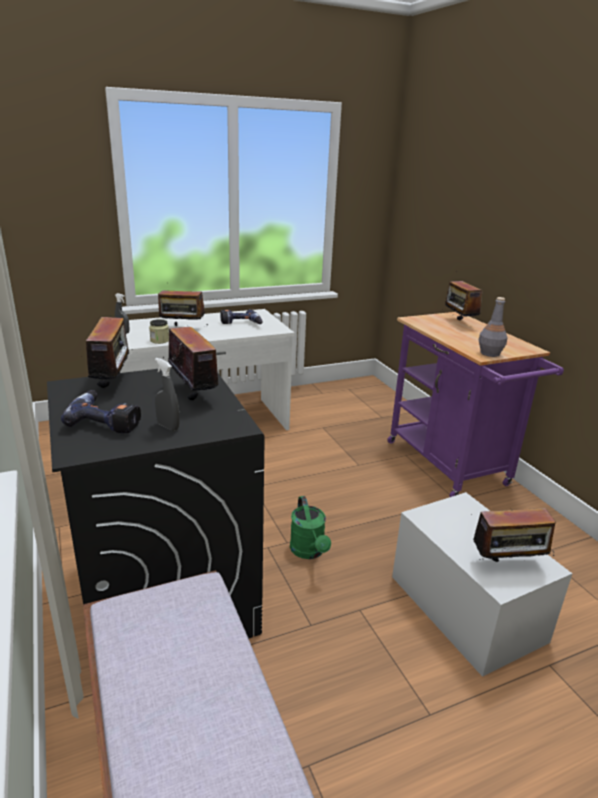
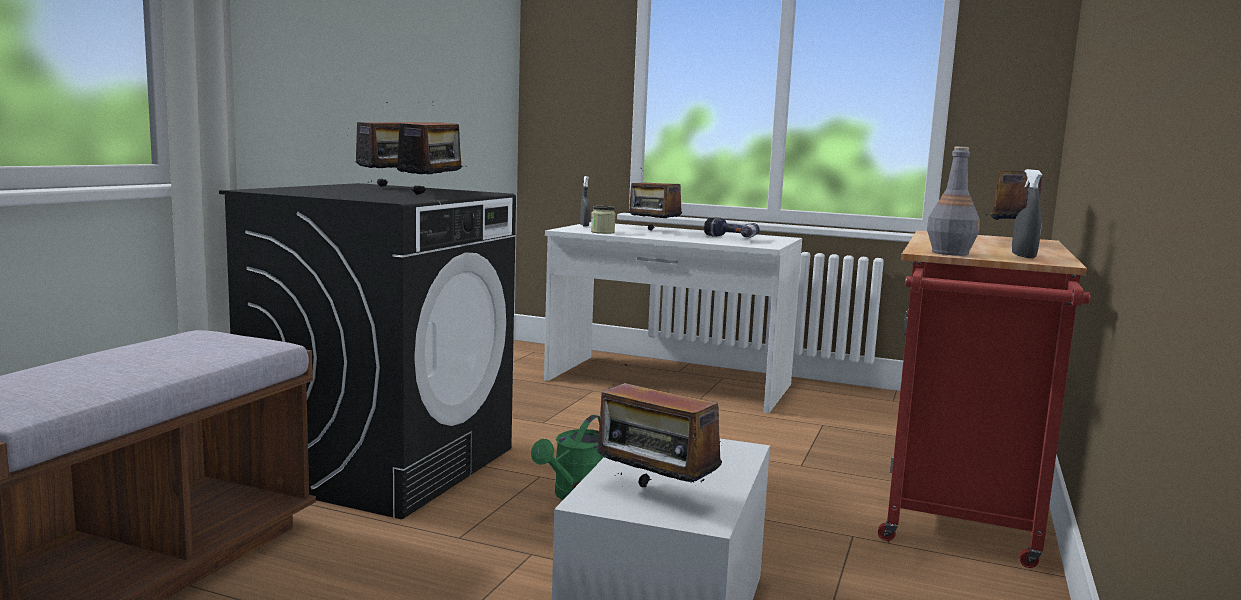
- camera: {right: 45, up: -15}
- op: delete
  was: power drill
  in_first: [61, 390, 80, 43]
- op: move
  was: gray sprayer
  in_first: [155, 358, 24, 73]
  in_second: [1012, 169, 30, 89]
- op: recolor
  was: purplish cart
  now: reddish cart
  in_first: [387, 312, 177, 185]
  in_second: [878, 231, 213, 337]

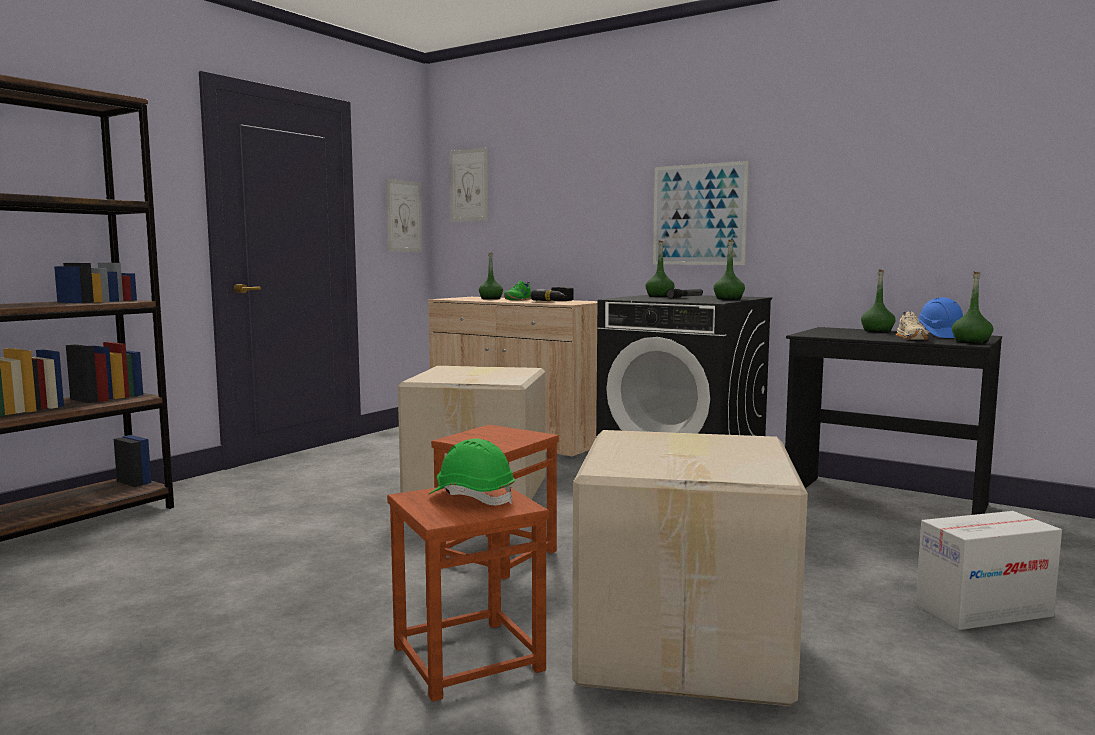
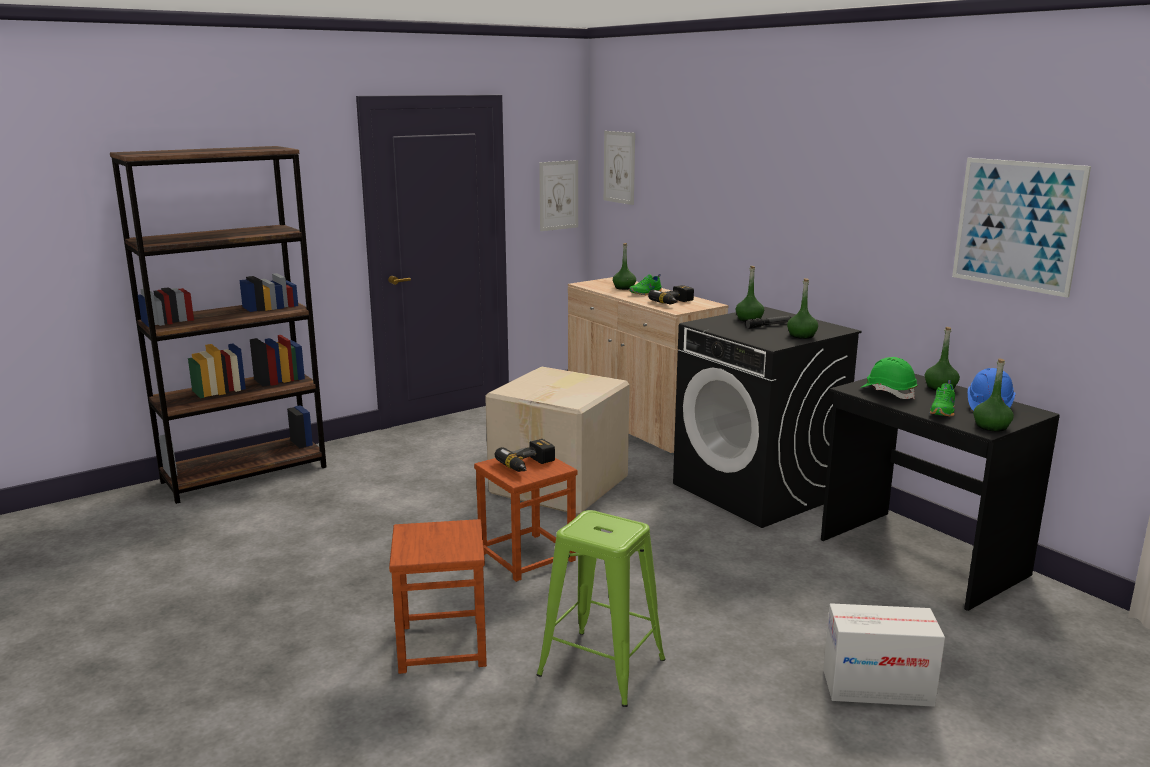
- camera: {right: 20, up: 10}
- op: move
  was: greenish hard hat
  in_first: [429, 438, 86, 67]
  in_second: [860, 357, 57, 42]
- op: replace
  was: packing box
  now: greenish stool
  in_first: [572, 430, 236, 276]
  in_second: [537, 510, 129, 197]
- op: move
  was: wall art
  in_first: [653, 161, 96, 104]
  in_second: [952, 158, 139, 140]
- op: recolor
  was: beige-coloured low shoe
  now: greenish low shoe
  in_first: [896, 311, 33, 29]
  in_second: [929, 380, 26, 37]
- op: insert
  now: power drill
  in_second: [495, 439, 60, 33]

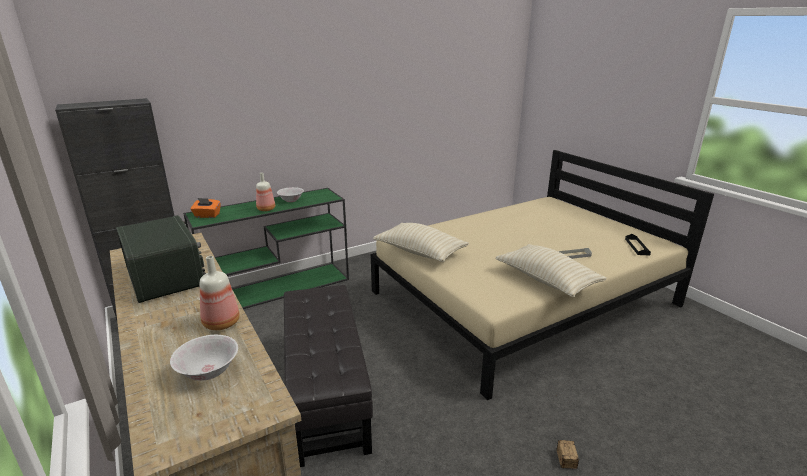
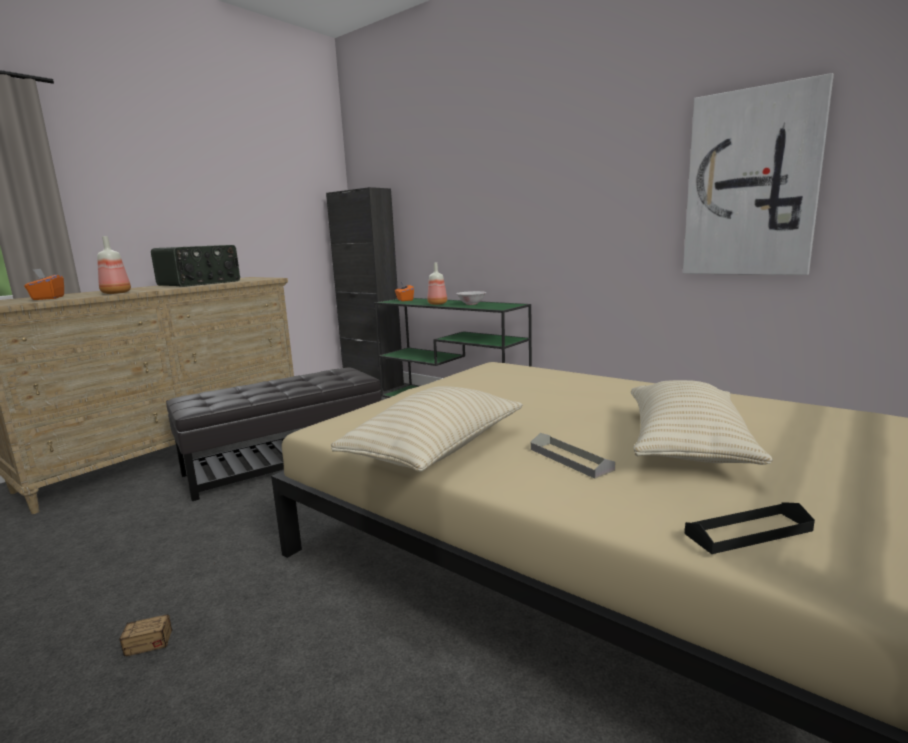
- camera: {right: 70, up: -10}
- op: replace
  was: whitish serving bowl
  now: orangey tissue holder
  in_first: [170, 335, 68, 46]
  in_second: [24, 269, 40, 31]
- op: move
  was: beige-coloured cushion
  in_first: [373, 223, 96, 39]
  in_second: [631, 380, 142, 85]
- op: insert
  now: wall art
  in_second: [683, 73, 151, 202]

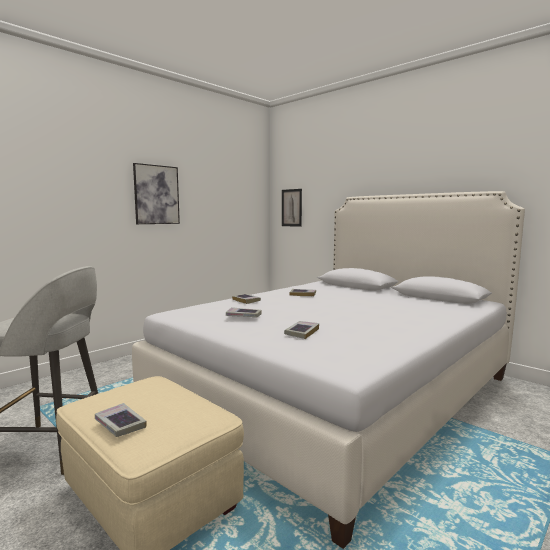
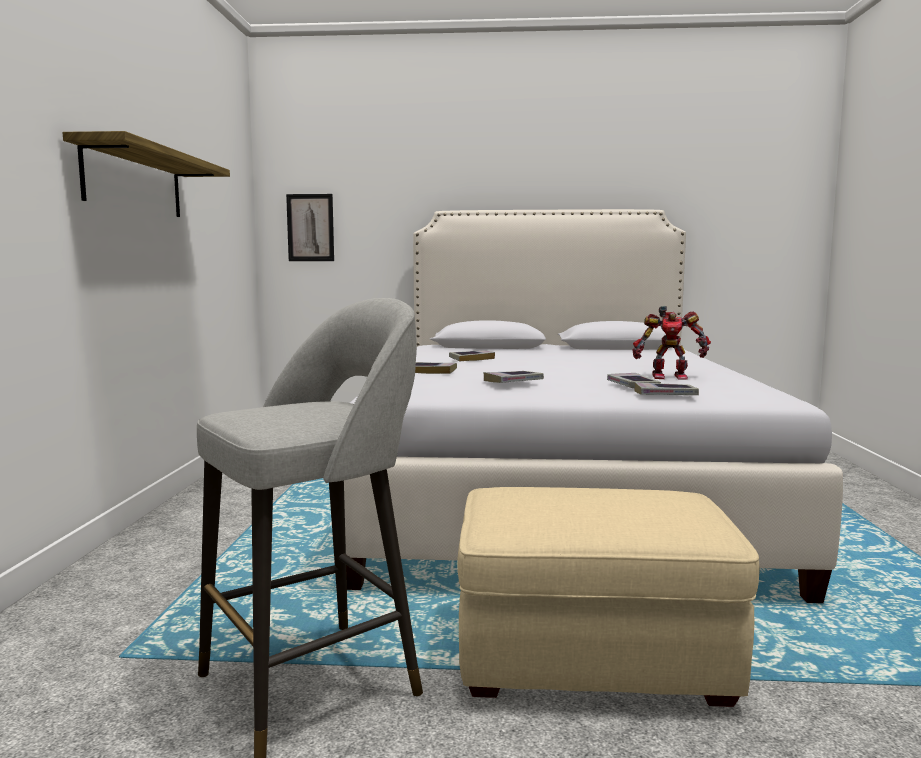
- camera: {right: -40, up: 0}
- op: move
  was: volume
  in_first: [95, 403, 52, 34]
  in_second: [635, 382, 64, 13]
- op: replace
  was: wall art
  now: shelf
  in_first: [133, 163, 47, 61]
  in_second: [63, 131, 167, 86]
- op: insert
  now: robot figure
  in_second: [633, 306, 78, 74]

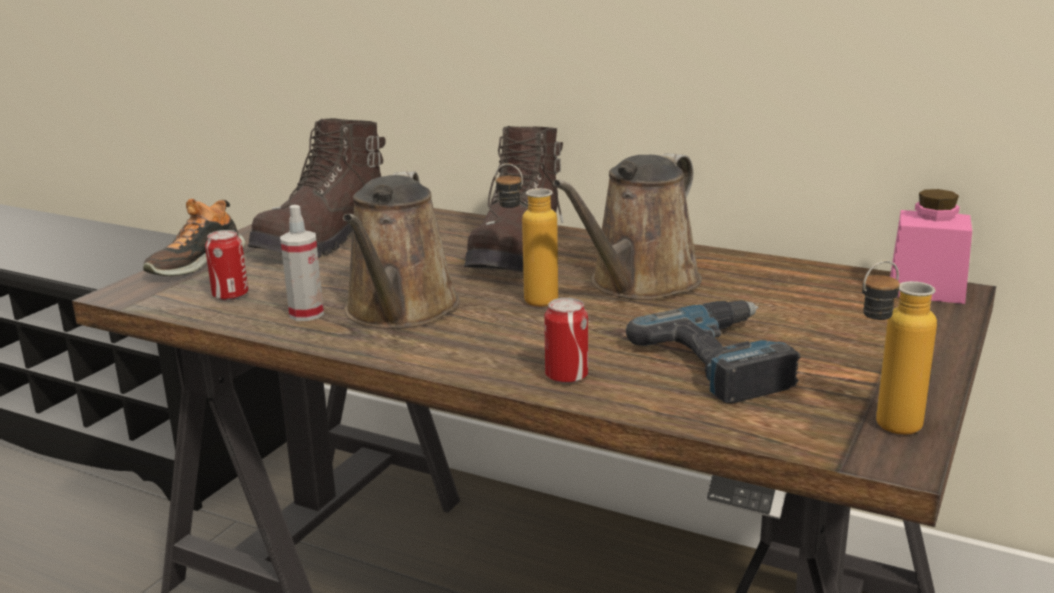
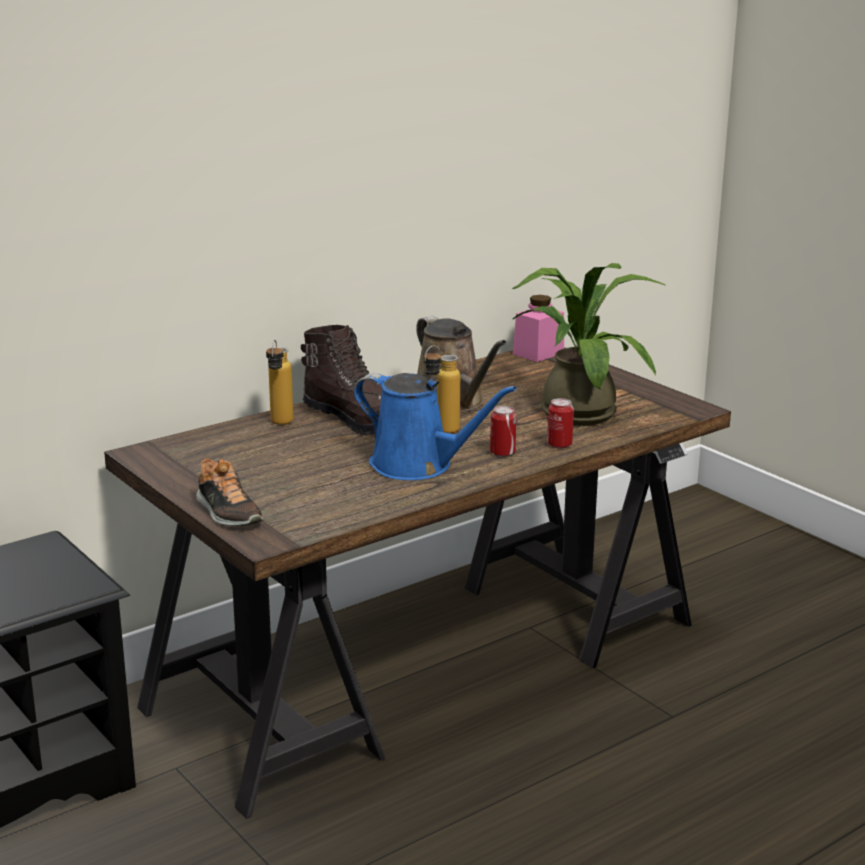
- camera: {right: -65, up: 0}
- op: move
  was: metal can
  in_first: [205, 230, 43, 71]
  in_second: [490, 406, 27, 51]
- op: delete
  was: brownish boot
  in_first: [248, 118, 137, 139]
- op: delete
  was: sprayer
  in_first: [280, 205, 44, 116]
- op: recolor
  was: brownish watering can
  now: blue watering can
  in_first: [343, 171, 117, 158]
  in_second: [354, 373, 163, 107]
- op: replace
  was: power drill
  now: houseplant
  in_first: [626, 300, 175, 103]
  in_second: [512, 263, 155, 163]
- op: move
  was: beverage bottle
  in_first: [862, 260, 75, 175]
  in_second: [266, 340, 27, 85]

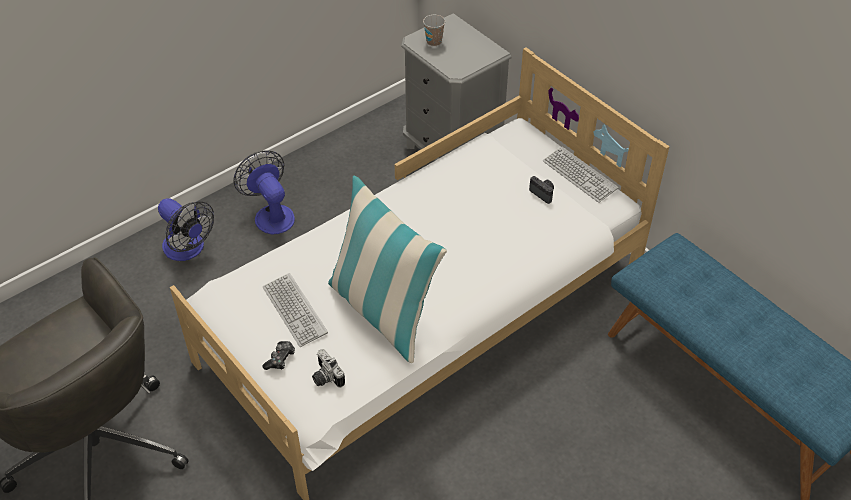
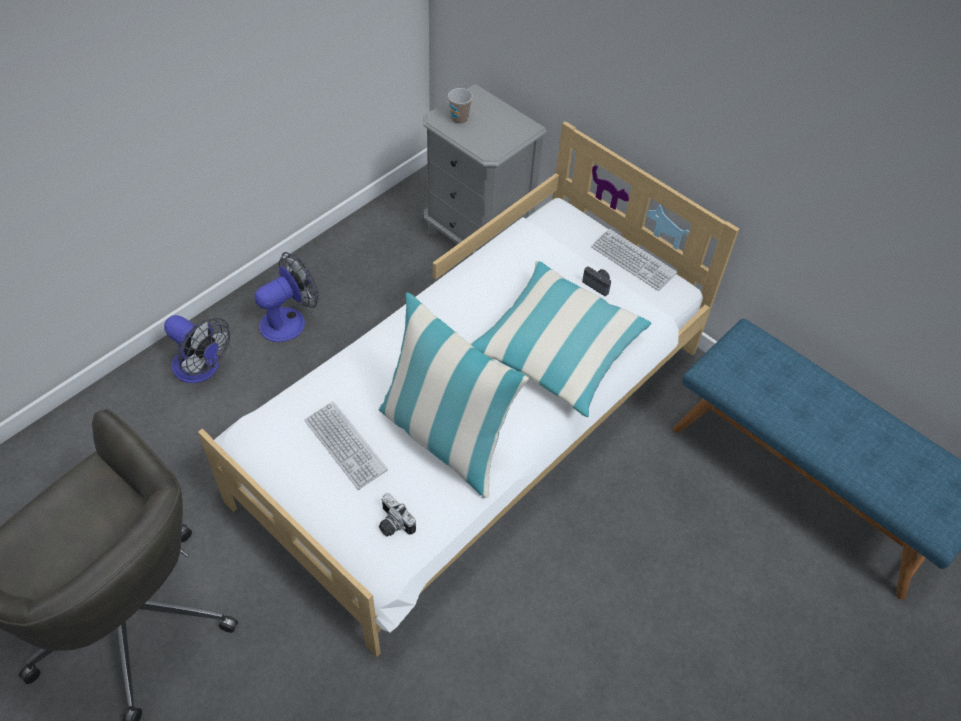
- camera: {right: -10, up: 5}
- op: rotate
  was: electric fan
  in_first: [233, 150, 62, 85]
  in_second: [254, 252, 65, 90]
  clockwise: 90
- op: delete
  was: game controller
  in_first: [262, 341, 33, 29]
- op: insert
  now: cushion
  in_second: [471, 261, 180, 156]

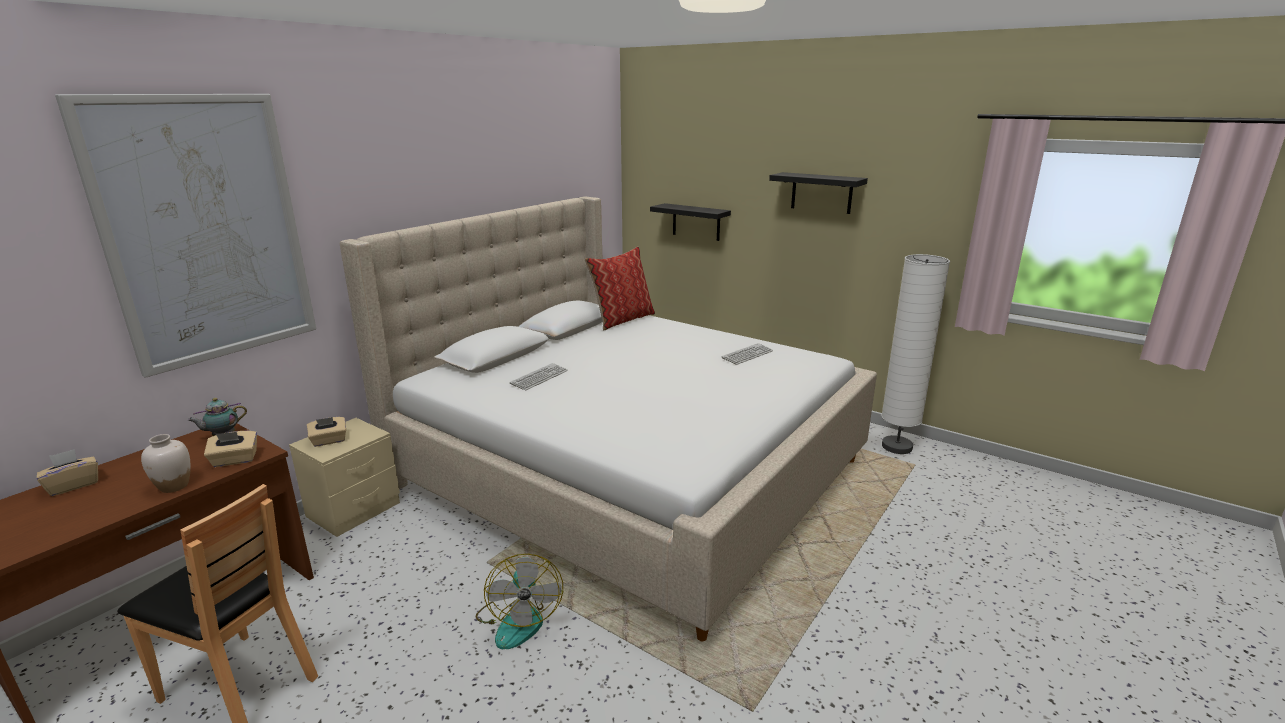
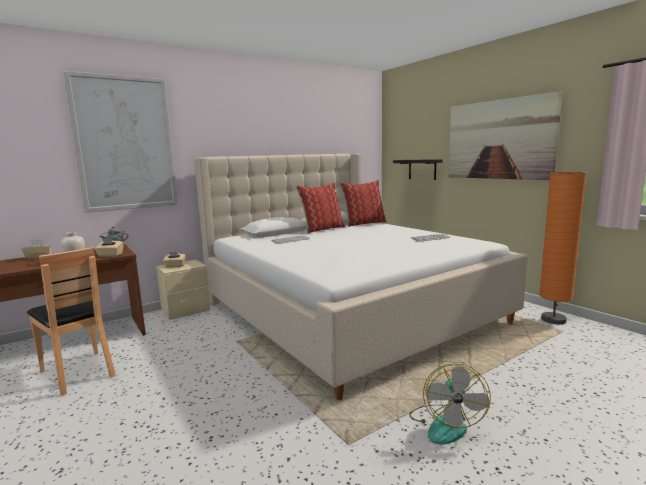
- camera: {right: 20, up: -10}
- op: move
  was: electric fan
  in_first: [476, 554, 87, 95]
  in_second: [409, 363, 82, 82]
- op: replace
  was: black-coloured shelf
  now: wall art
  in_first: [769, 172, 99, 42]
  in_second: [448, 91, 114, 89]
- op: recolor
  was: whitish standing lamp
  now: orangey standing lamp
  in_first: [882, 254, 68, 200]
  in_second: [539, 172, 47, 152]
- op: insert
  now: cushion
  in_second: [296, 183, 49, 50]

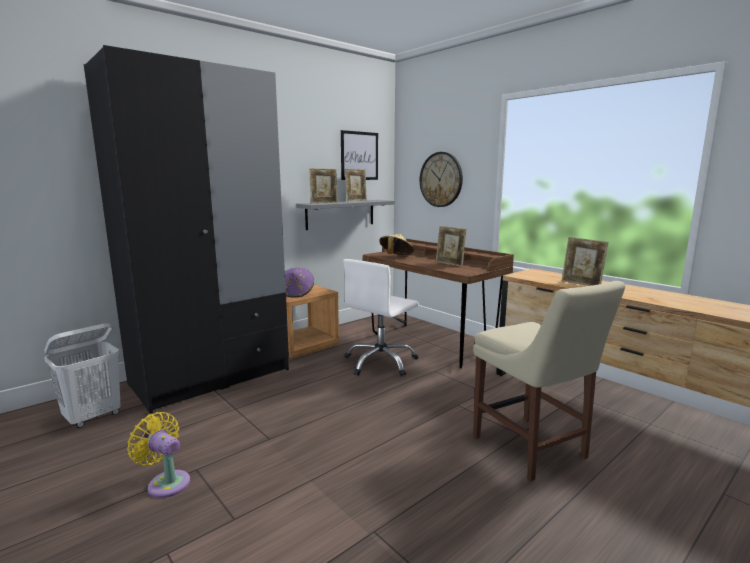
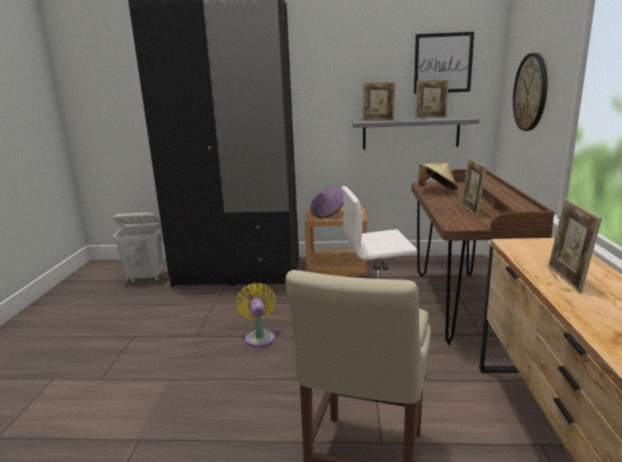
- camera: {right: 45, up: 5}
- op: move
  was: yellow electric fan
  in_first: [127, 412, 63, 86]
  in_second: [236, 283, 40, 64]

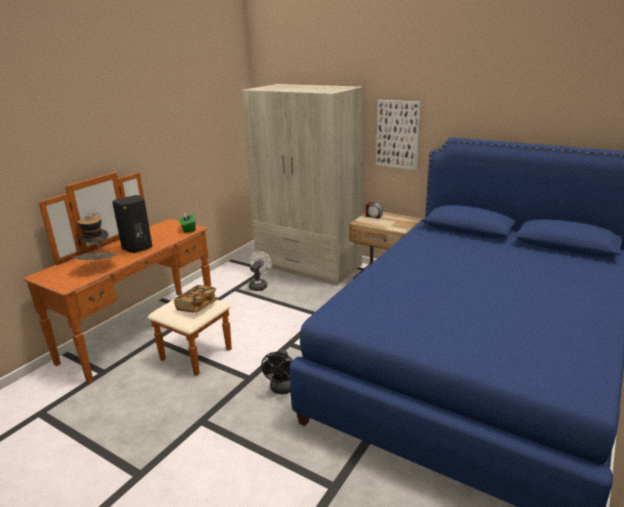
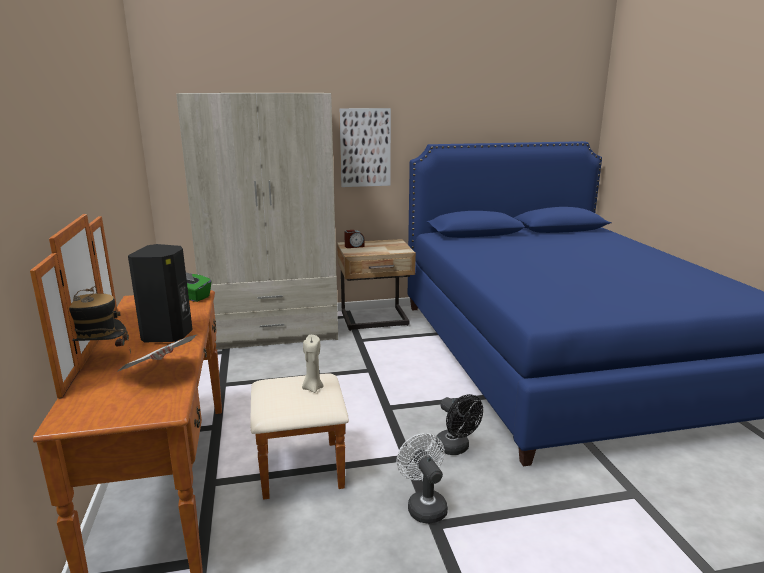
- camera: {right: -45, up: -5}
- op: replace
  was: volume
  now: beige-coloured wax candle
  in_first: [174, 285, 44, 28]
  in_second: [302, 335, 22, 58]
- op: move
  was: whitish electric fan
  in_first: [249, 251, 23, 40]
  in_second: [396, 433, 52, 91]

